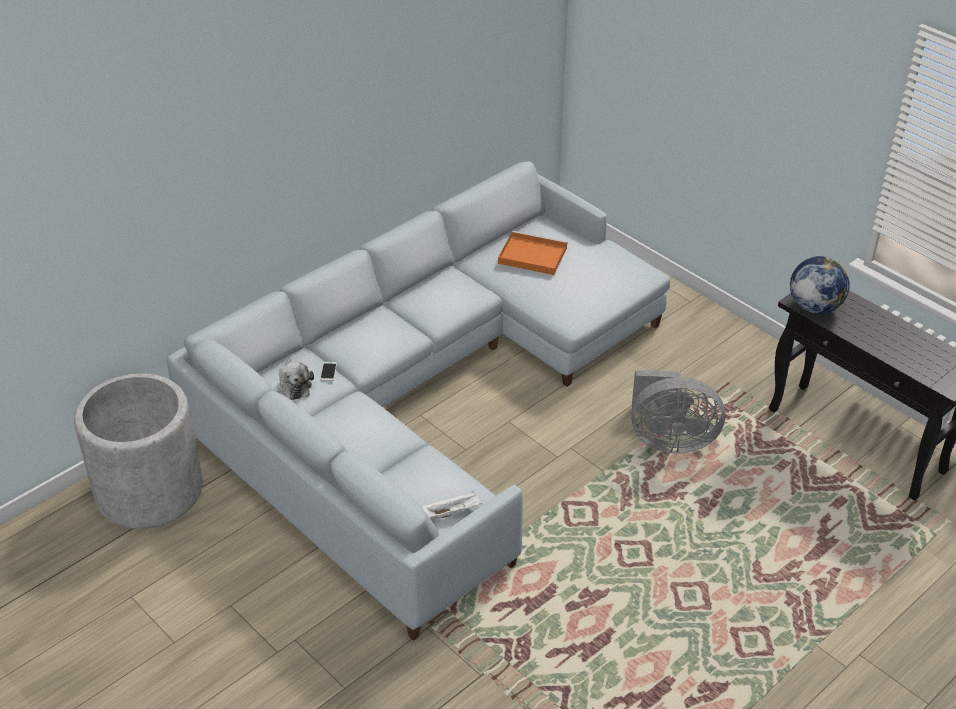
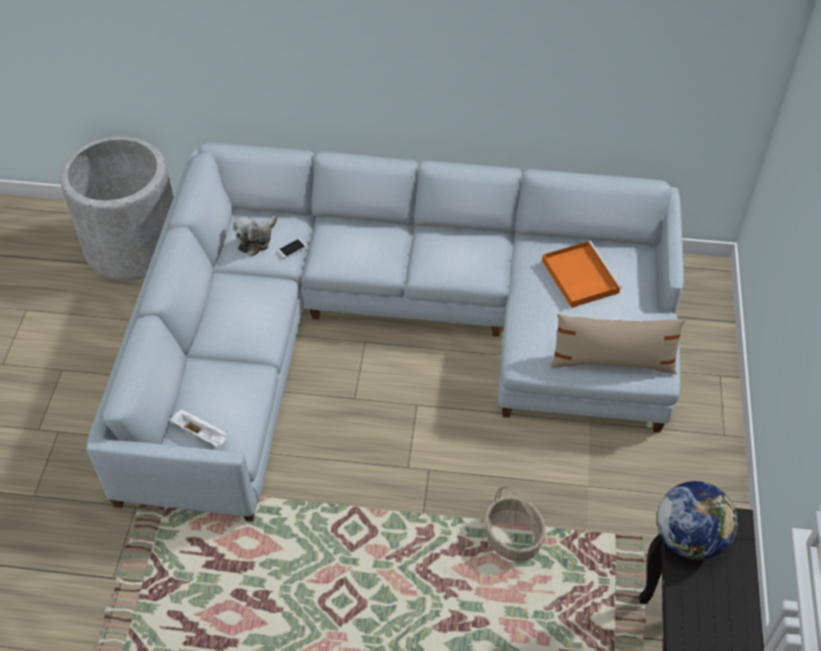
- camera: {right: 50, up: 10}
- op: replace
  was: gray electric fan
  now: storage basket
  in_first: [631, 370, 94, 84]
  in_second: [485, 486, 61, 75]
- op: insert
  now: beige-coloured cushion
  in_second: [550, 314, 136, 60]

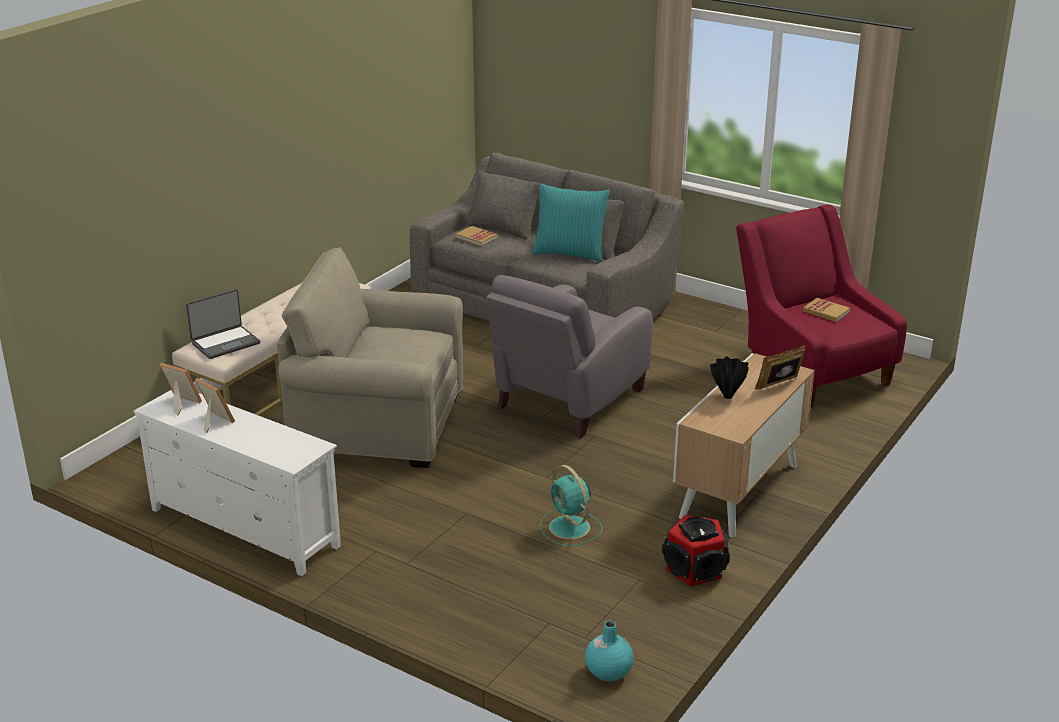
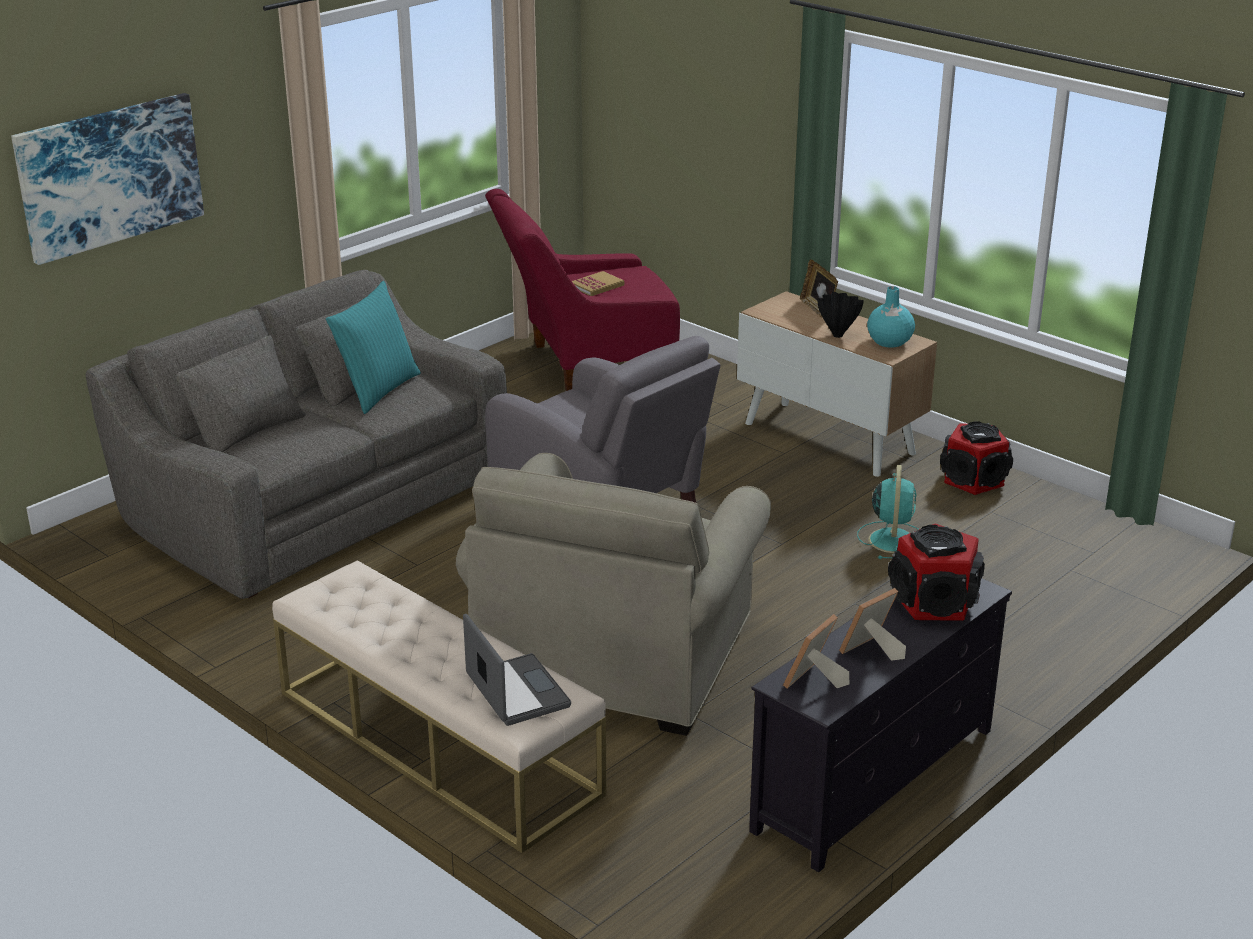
- camera: {right: -80, up: 0}
- op: recolor
  was: whitish media console
  now: black-coloured media console
  in_first: [133, 390, 208, 186]
  in_second: [749, 578, 263, 294]
- op: delete
  was: volume
  in_first: [455, 226, 43, 20]
- op: rotate
  was: turquoise-coloured electric fan
  in_first: [539, 465, 63, 81]
  in_second: [857, 465, 62, 94]
  clockwise: -60
- op: move
  was: turquoise-coloured flower vase
  in_first: [585, 621, 49, 60]
  in_second: [867, 286, 48, 62]
- op: insert
  now: wall art
  in_second: [11, 93, 193, 172]
- op: insert
  now: loudspeaker
  in_second: [888, 523, 97, 98]

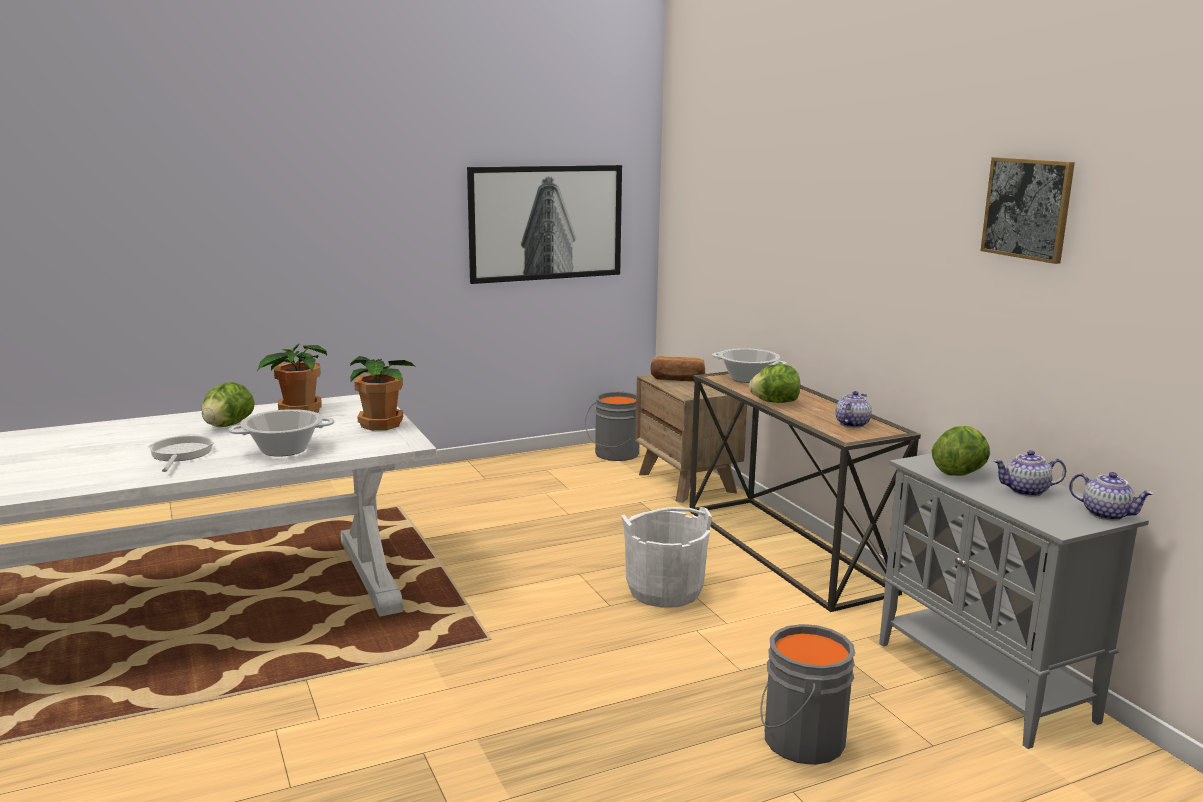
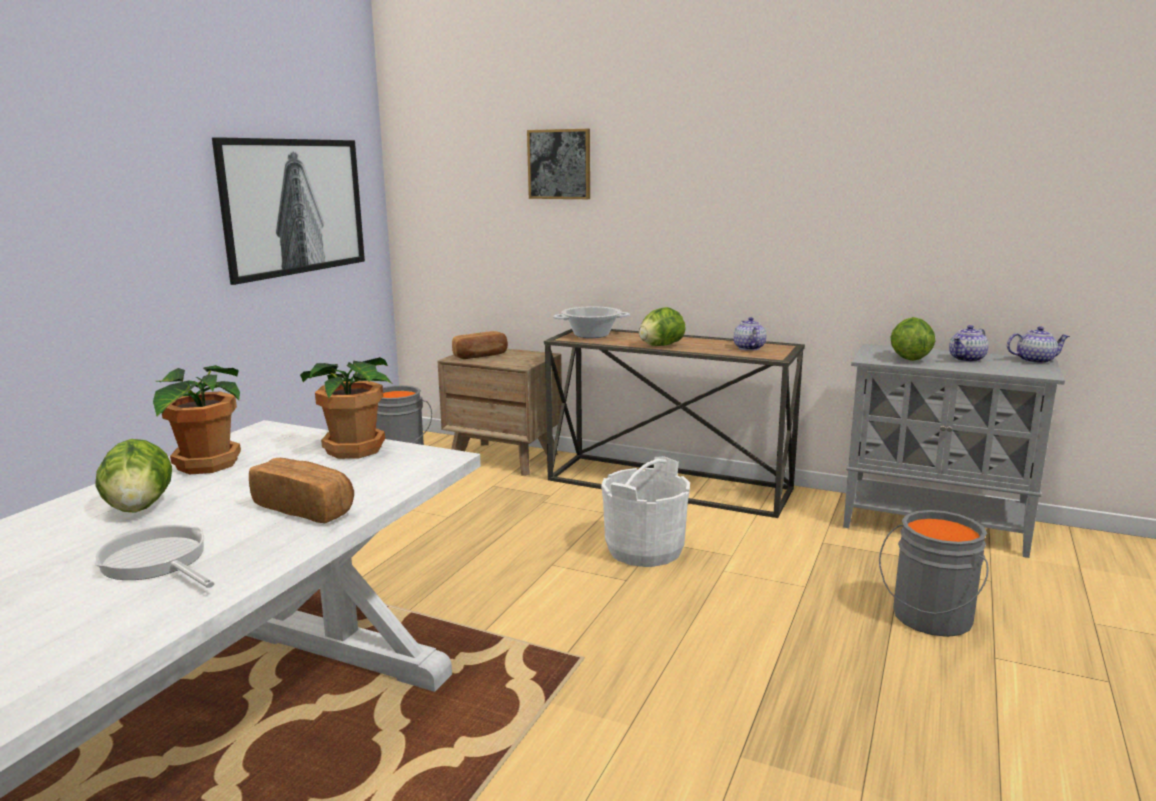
- camera: {right: -40, up: 0}
- op: replace
  was: cooking pot
  now: baked bread
  in_first: [229, 409, 105, 48]
  in_second: [249, 458, 105, 65]
- op: move
  was: wall art
  in_first: [981, 157, 94, 107]
  in_second: [527, 129, 63, 70]

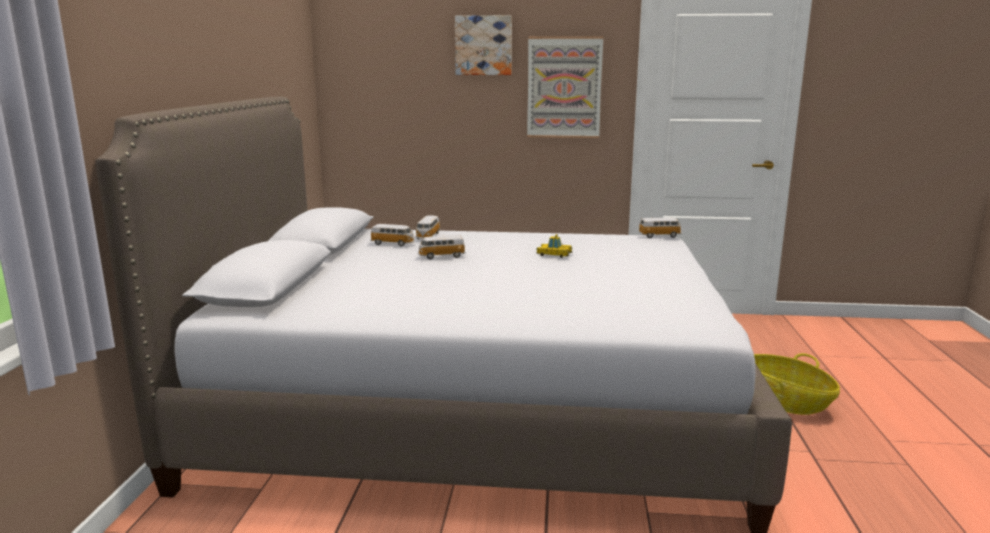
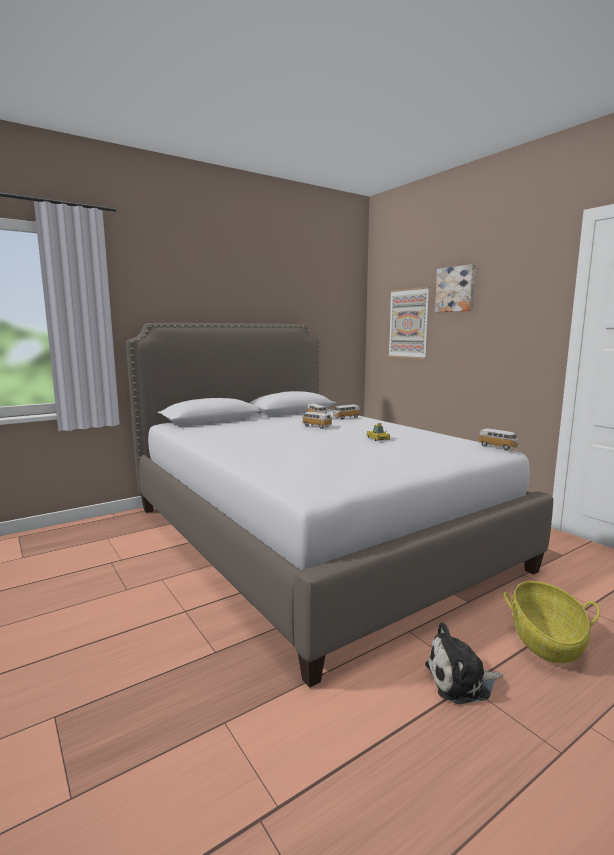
- camera: {right: 50, up: -5}
- op: move
  was: wall art
  in_first: [527, 36, 76, 102]
  in_second: [388, 287, 42, 72]
- op: insert
  now: plush toy
  in_second: [425, 622, 77, 82]

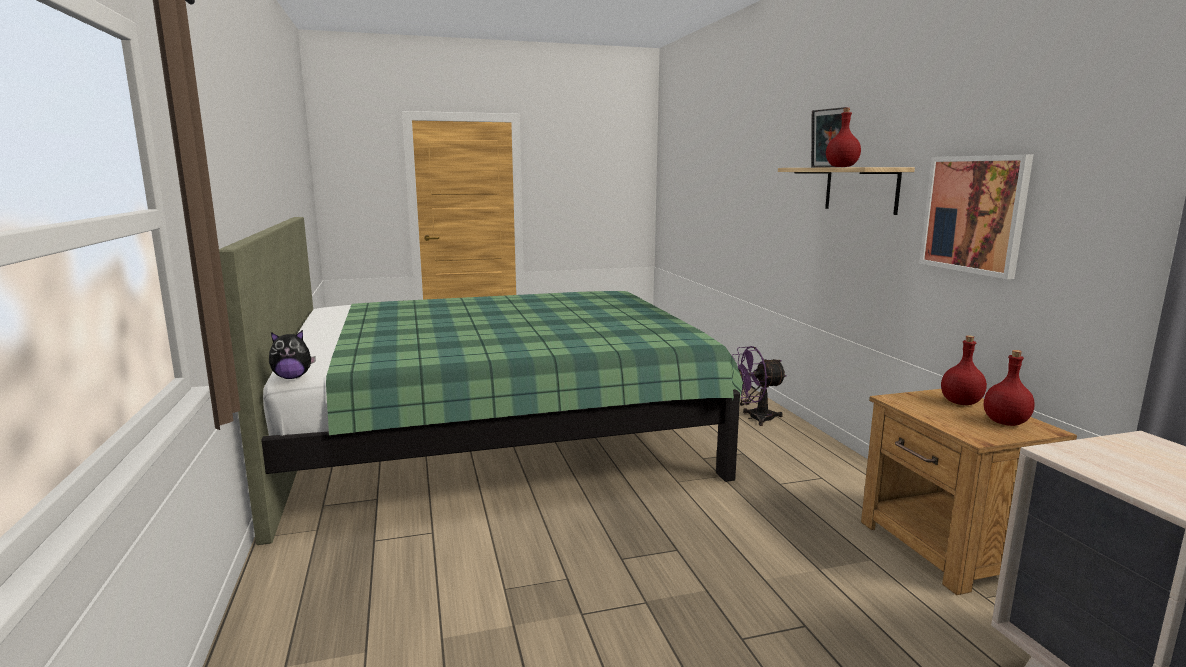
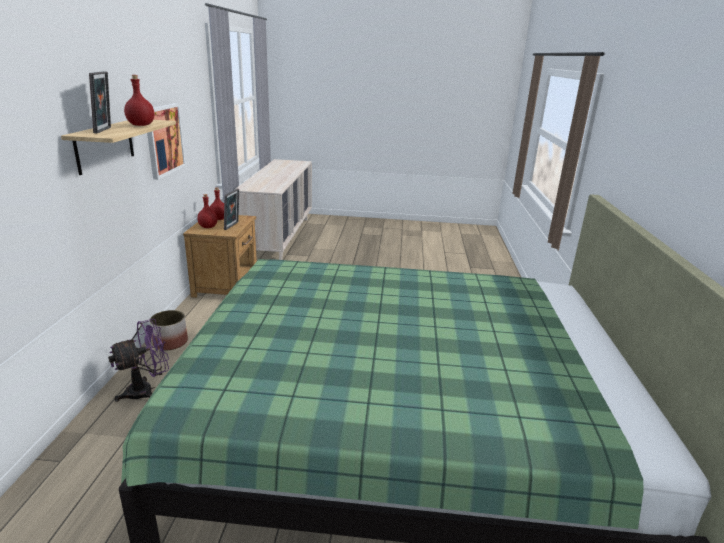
- camera: {right: -160, up: 10}
- op: delete
  was: plush toy
  in_first: [269, 330, 47, 49]
- op: rotate
  was: purplish electric fan
  in_first: [732, 346, 55, 80]
  in_second: [108, 319, 61, 83]
  clockwise: -45
- op: insert
  now: plant pot
  in_second: [150, 310, 38, 40]
- op: insert
  now: photo frame
  in_second: [224, 189, 15, 41]

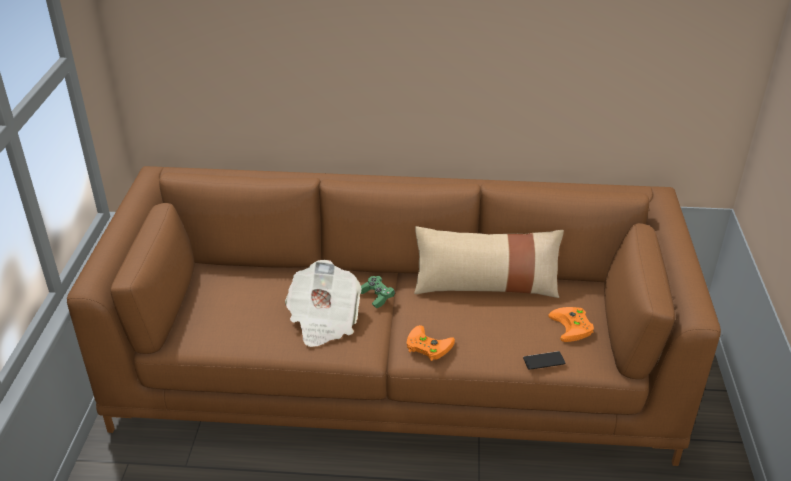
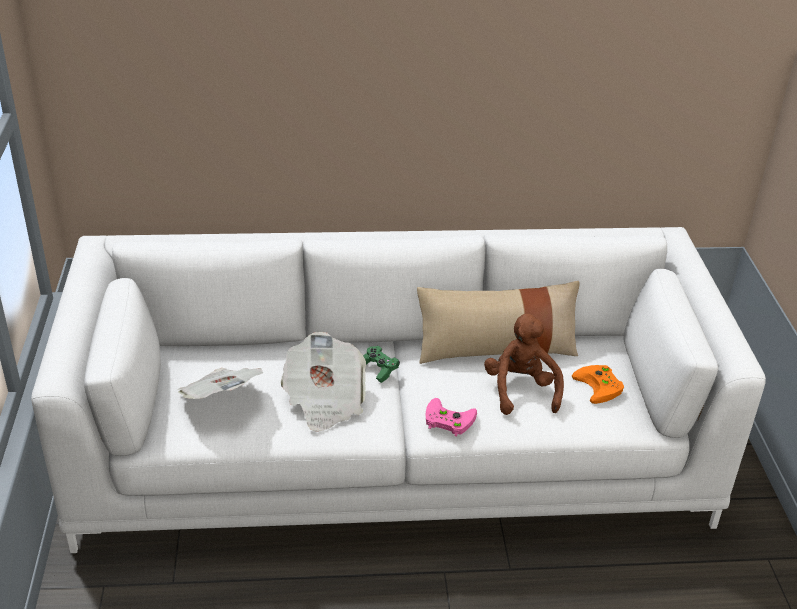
- camera: {right: -10, up: 0}
- op: recolor
  was: brownish settee
  now: whitish settee
  in_first: [67, 166, 654, 300]
  in_second: [31, 227, 735, 326]
- op: recolor
  was: orangey game controller
  now: pink-coloured game controller
  in_first: [407, 325, 48, 36]
  in_second: [426, 398, 51, 39]
- op: delete
  was: phone
  in_first: [523, 351, 42, 19]
- op: insert
  now: newspaper
  in_second: [178, 368, 86, 31]
- op: insert
  now: brownish plush toy
  in_second: [484, 314, 80, 101]

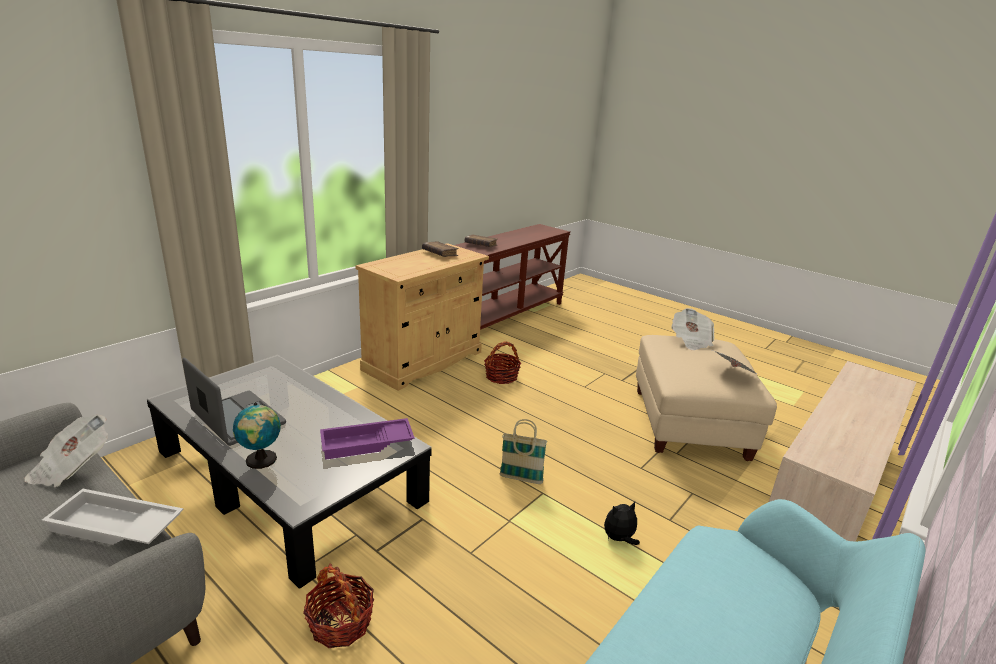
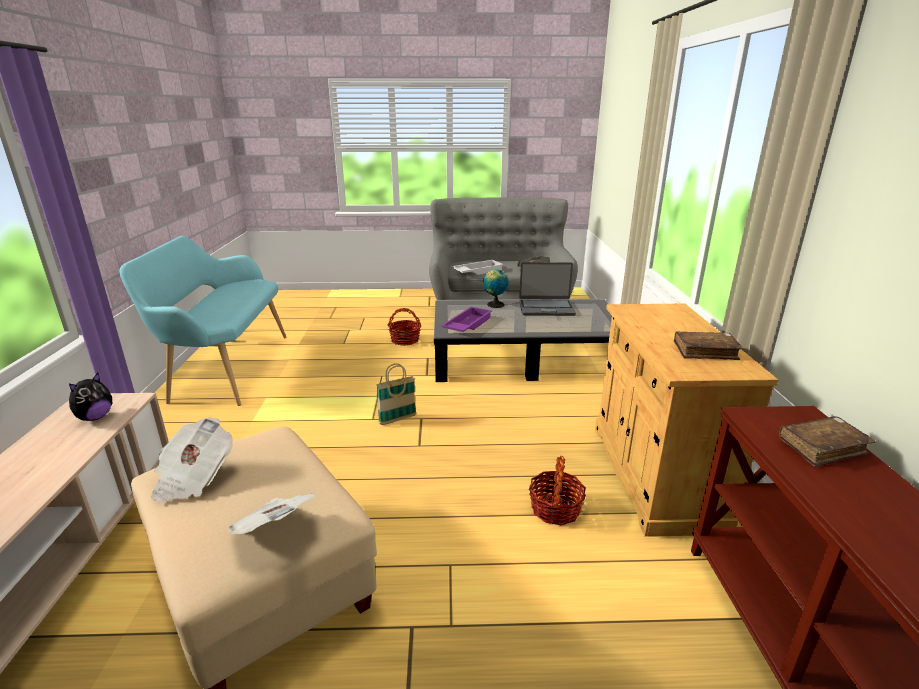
- camera: {right: 140, up: 0}
- op: move
  was: plush toy
  in_first: [604, 502, 36, 43]
  in_second: [69, 373, 43, 48]

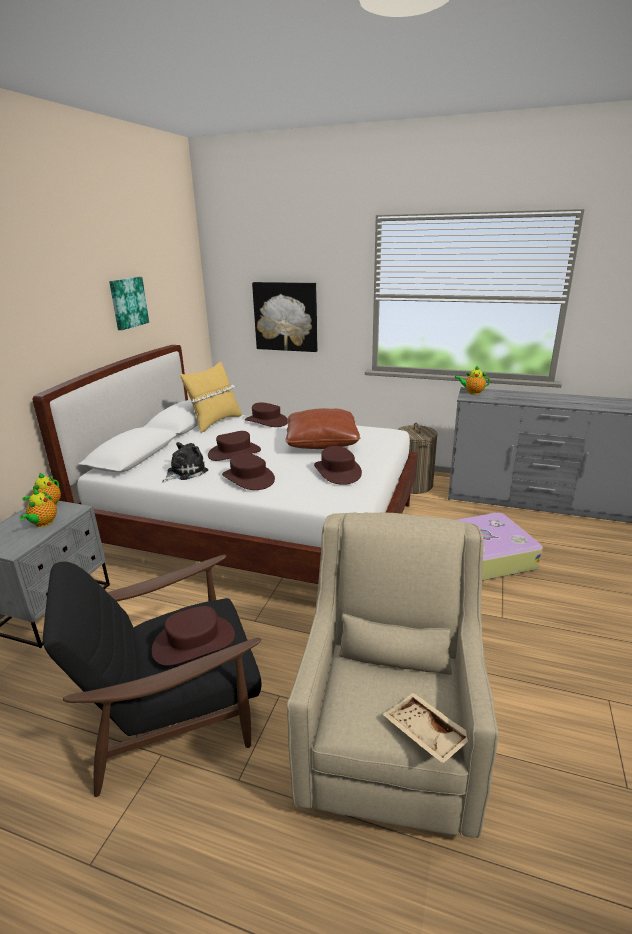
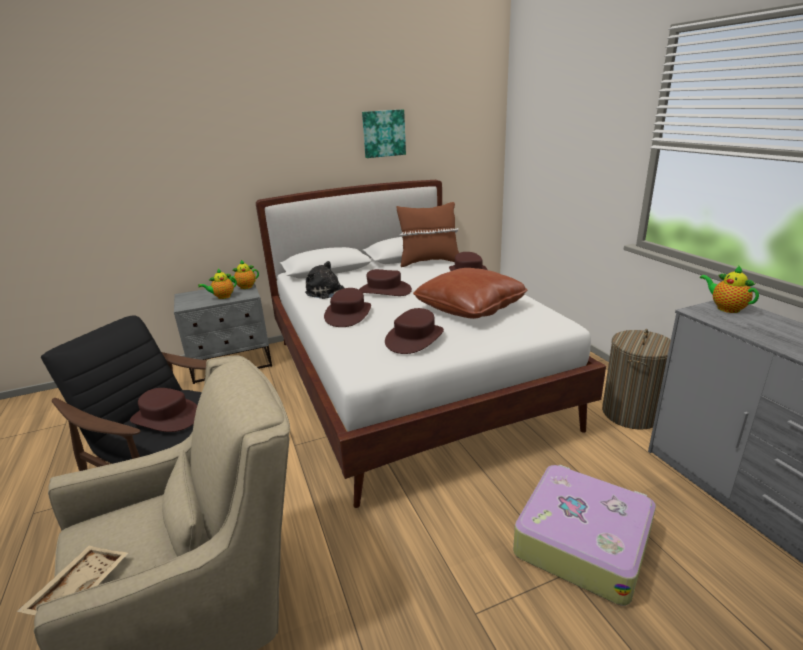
- camera: {right: 50, up: 0}
- op: rotate
  was: plush toy
  in_first: [162, 442, 46, 40]
  in_second: [305, 261, 39, 38]
  clockwise: -150
- op: recolor
  was: yellow cushion
  now: brownish cushion
  in_first: [180, 362, 62, 71]
  in_second: [396, 202, 63, 65]
- op: delete
  was: wall art
  in_first: [252, 282, 66, 70]

